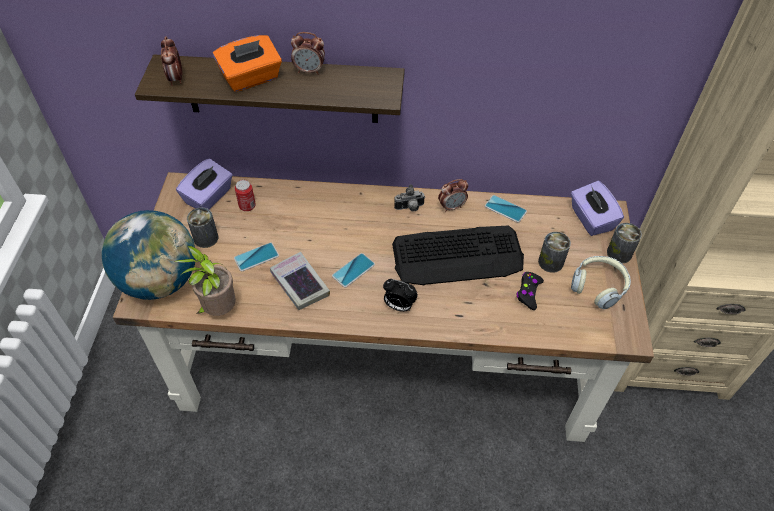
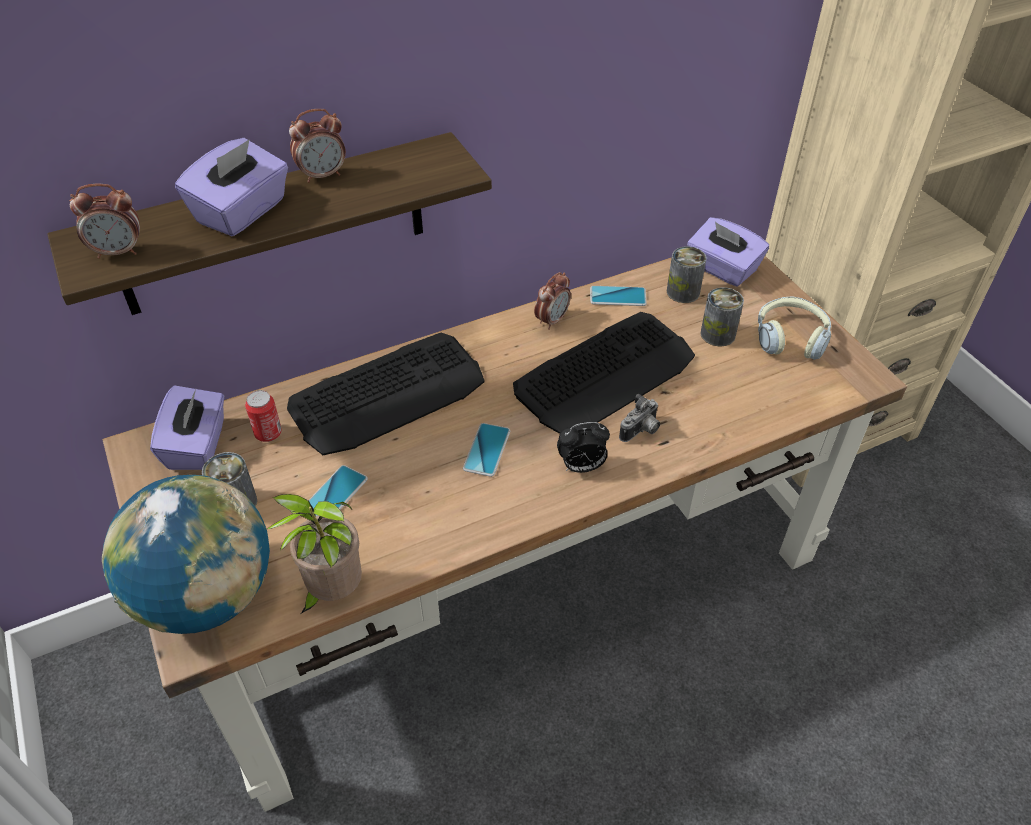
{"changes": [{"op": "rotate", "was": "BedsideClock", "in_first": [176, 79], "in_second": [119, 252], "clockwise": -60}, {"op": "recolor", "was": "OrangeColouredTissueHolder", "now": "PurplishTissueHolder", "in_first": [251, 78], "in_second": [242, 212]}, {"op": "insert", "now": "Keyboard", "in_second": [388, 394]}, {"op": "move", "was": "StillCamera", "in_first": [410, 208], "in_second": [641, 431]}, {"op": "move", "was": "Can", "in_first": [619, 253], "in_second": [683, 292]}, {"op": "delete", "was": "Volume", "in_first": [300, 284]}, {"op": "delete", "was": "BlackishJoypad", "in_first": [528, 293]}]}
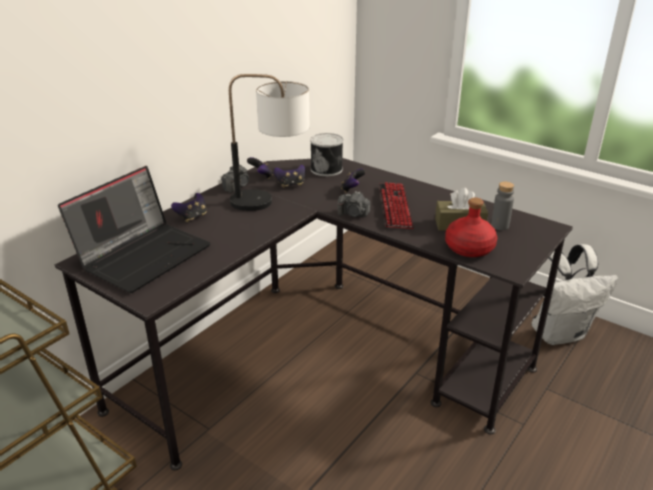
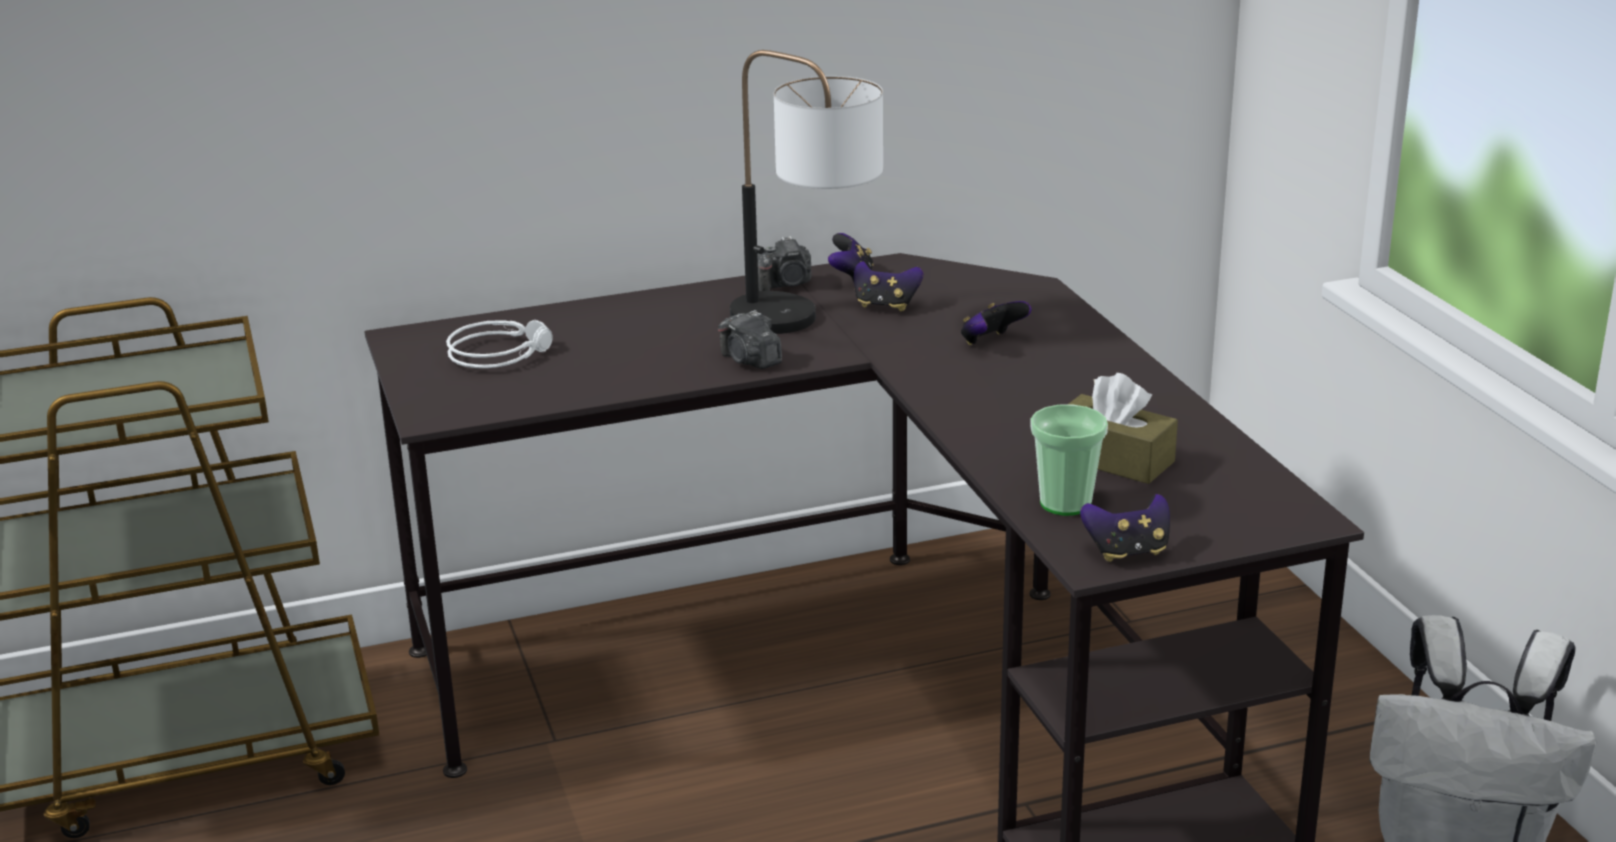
{"changes": [{"op": "replace", "was": "PortableComputer", "now": "WhitishHeadset", "in_first": [144, 255], "in_second": [500, 352]}, {"op": "move", "was": "StillCamera", "in_first": [353, 214], "in_second": [750, 360]}, {"op": "replace", "was": "ReddishDrinkBottle", "now": "SmallCup", "in_first": [470, 248], "in_second": [1065, 503]}, {"op": "move", "was": "Joypad", "in_first": [192, 217], "in_second": [1127, 552]}, {"op": "delete", "was": "Can", "in_first": [327, 169]}, {"op": "delete", "was": "Keyboard", "in_first": [395, 206]}, {"op": "delete", "was": "GreyDrinkBottle", "in_first": [499, 226]}]}
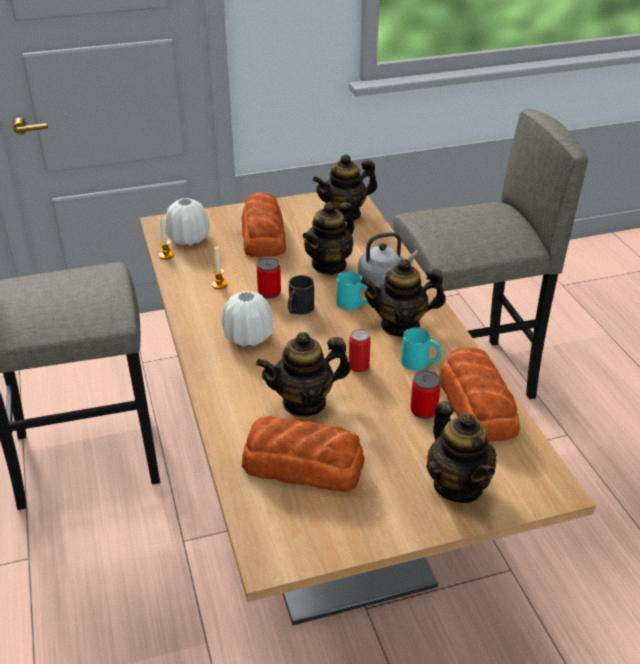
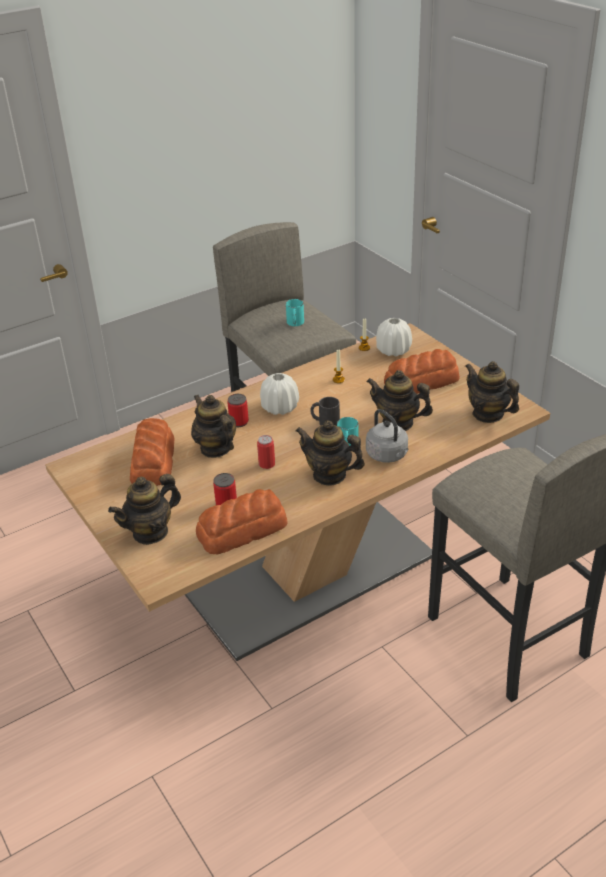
{"changes": [{"op": "move", "was": "Can", "in_first": [269, 292], "in_second": [239, 422]}, {"op": "move", "was": "BlueGreenCoffeeMug", "in_first": [420, 363], "in_second": [295, 323]}, {"op": "rotate", "was": "PotForTea", "in_first": [400, 325], "in_second": [329, 475], "clockwise": -45}]}
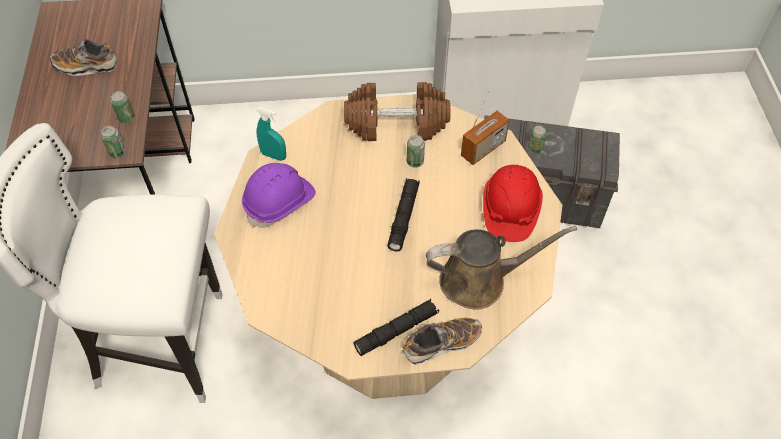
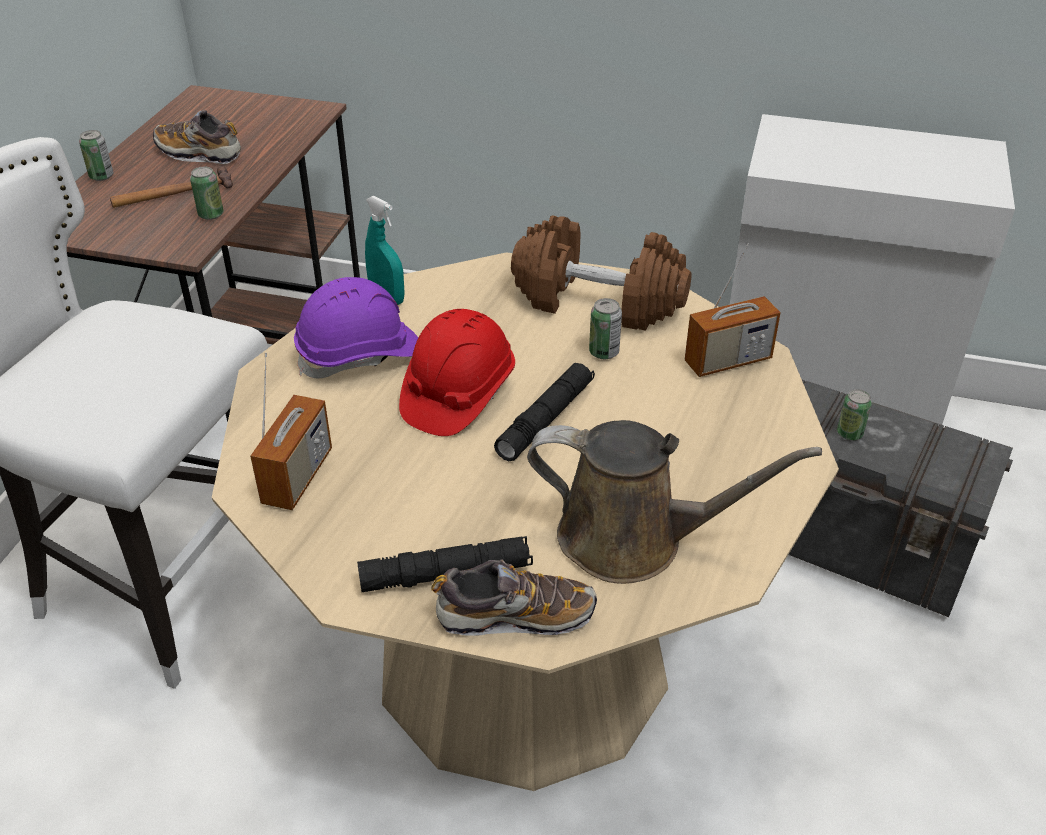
{"changes": [{"op": "move", "was": "Can", "in_first": [117, 152], "in_second": [101, 176]}, {"op": "insert", "now": "Hammer", "in_second": [173, 193]}, {"op": "insert", "now": "RadioSet", "in_second": [298, 477]}, {"op": "move", "was": "ReddishWorkHelmet", "in_first": [509, 210], "in_second": [457, 394]}]}
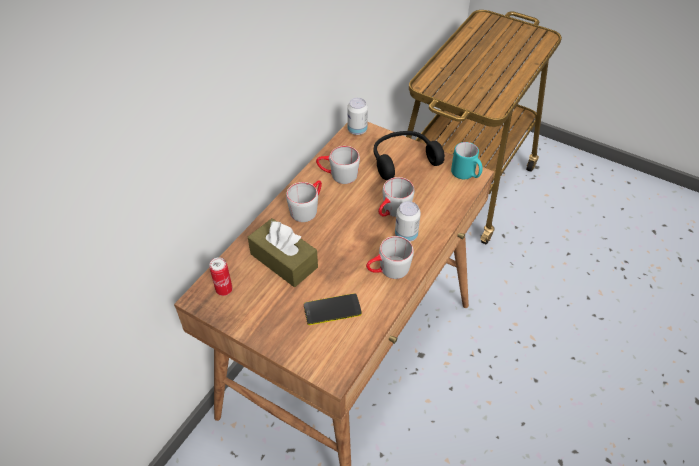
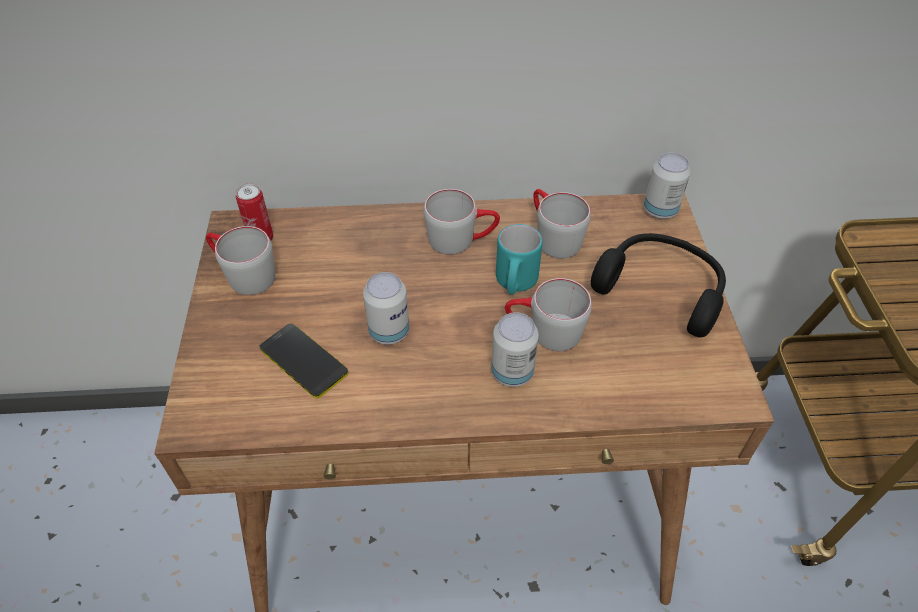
{"changes": [{"op": "move", "was": "GreyCoffeeMug", "in_first": [388, 270], "in_second": [243, 274]}, {"op": "insert", "now": "Can", "in_second": [389, 332]}, {"op": "move", "was": "BlueGreenCoffeeMug", "in_first": [466, 175], "in_second": [515, 284]}, {"op": "delete", "was": "BrownColouredTissueHolder", "in_first": [284, 260]}]}
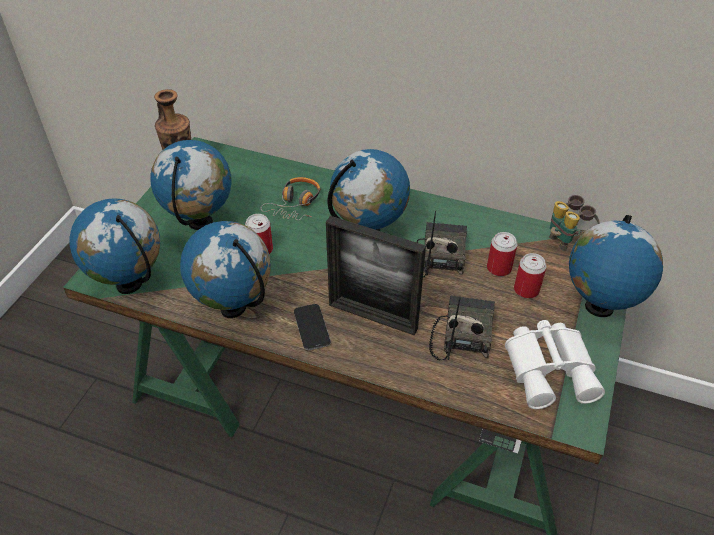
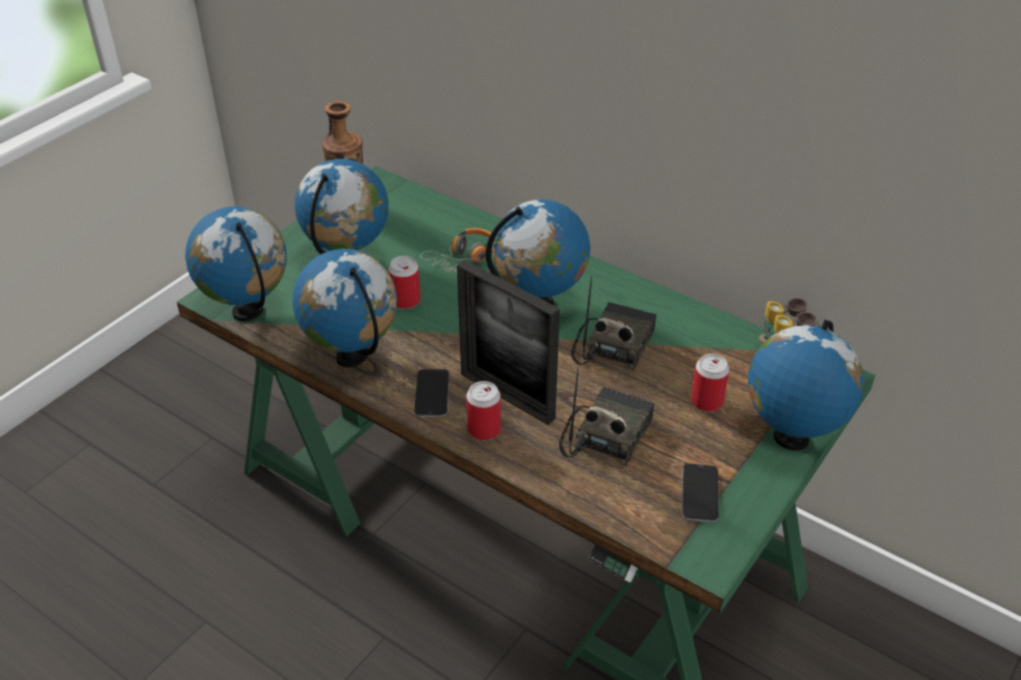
{"changes": [{"op": "move", "was": "Can", "in_first": [499, 268], "in_second": [484, 429]}, {"op": "replace", "was": "WhitishBinoculars", "now": "Handset", "in_first": [551, 369], "in_second": [699, 493]}]}
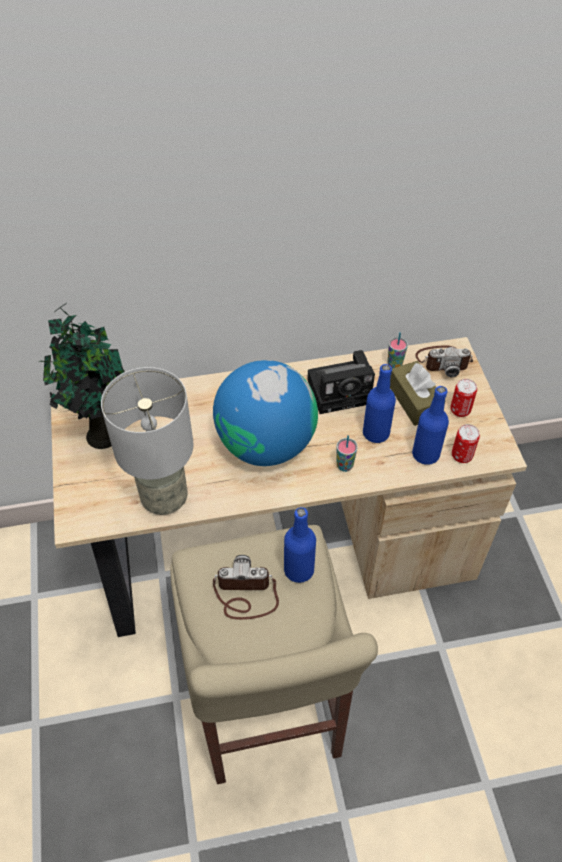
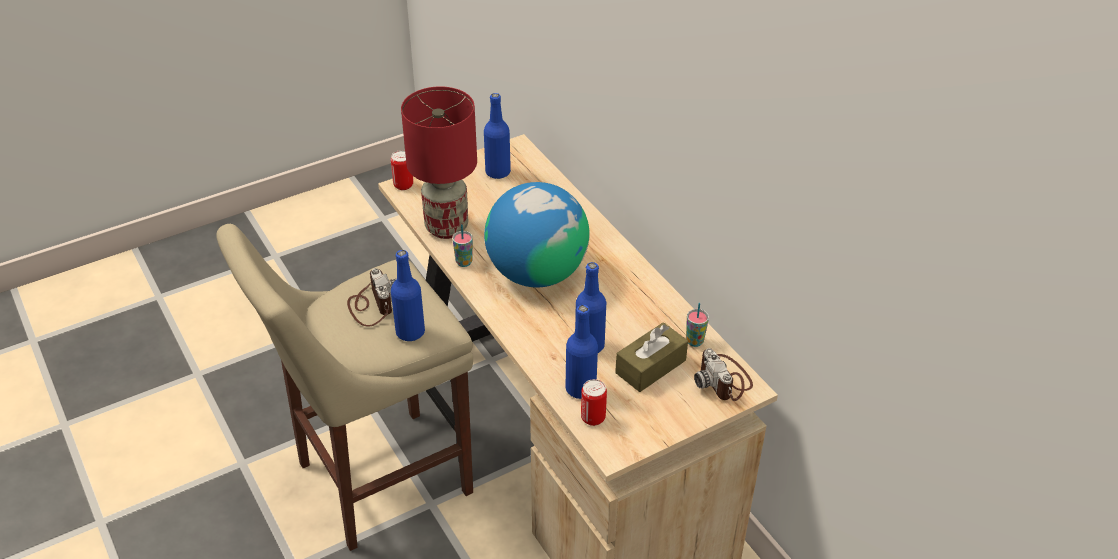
{"changes": [{"op": "move", "was": "Can", "in_first": [460, 410], "in_second": [403, 185]}, {"op": "recolor", "was": "GreyTabletopLamp", "now": "ReddishTabletopLamp", "in_first": [164, 499], "in_second": [445, 227]}, {"op": "move", "was": "SmallCup", "in_first": [344, 466], "in_second": [464, 262]}, {"op": "replace", "was": "PottedPlant", "now": "BlueDrinkBottle", "in_first": [100, 434], "in_second": [498, 172]}, {"op": "delete", "was": "StillCamera", "in_first": [343, 390]}]}
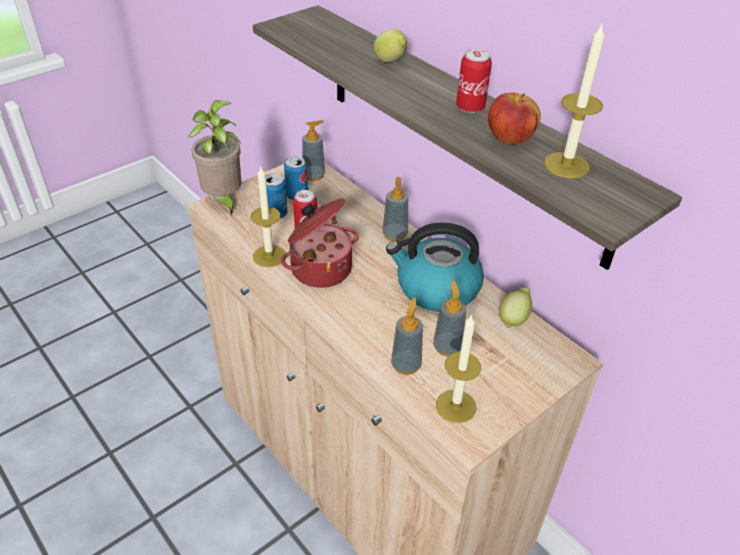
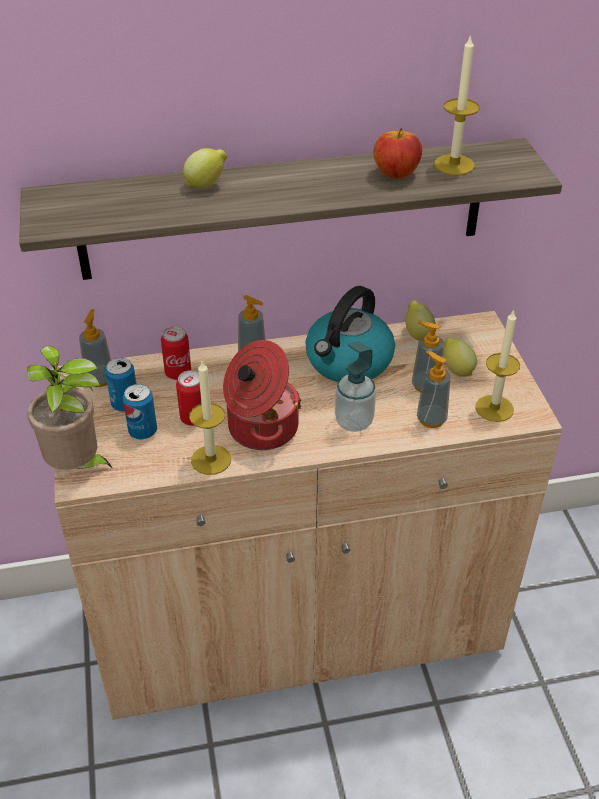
{"changes": [{"op": "move", "was": "Can", "in_first": [470, 107], "in_second": [178, 373]}, {"op": "insert", "now": "SoapBottle", "in_second": [354, 421]}, {"op": "insert", "now": "CitrusFruit", "in_second": [456, 370]}]}
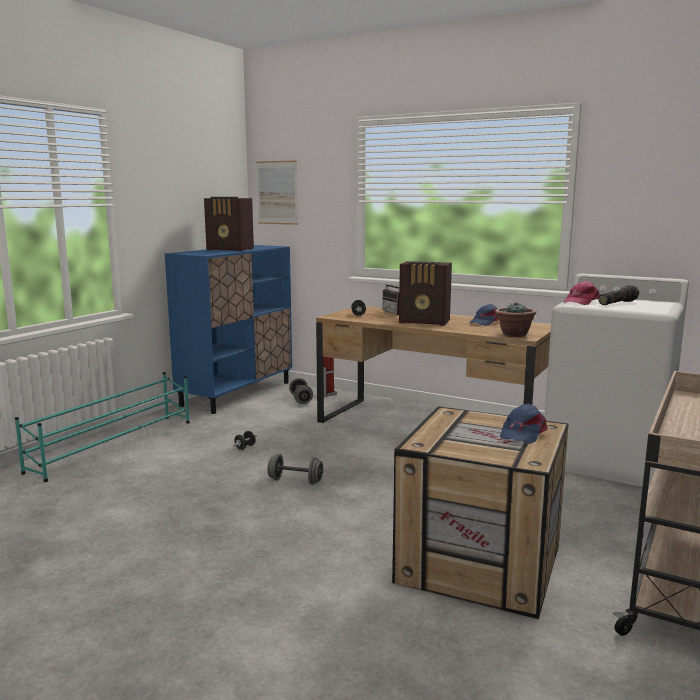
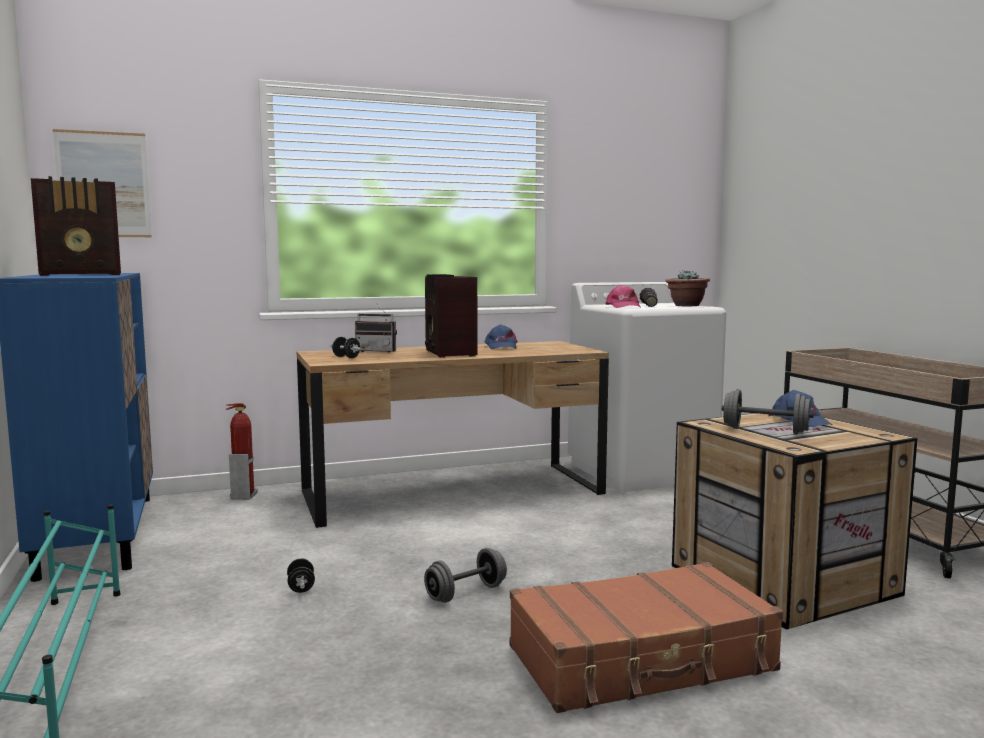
{"changes": [{"op": "rotate", "was": "RadioSet", "in_first": [425, 322], "in_second": [450, 353], "clockwise": 105}, {"op": "insert", "now": "BrownColouredTravelCase", "in_second": [642, 660]}, {"op": "move", "was": "PottedPlant", "in_first": [514, 335], "in_second": [686, 305]}, {"op": "move", "was": "GreyFreeWeight", "in_first": [301, 399], "in_second": [765, 431]}]}
